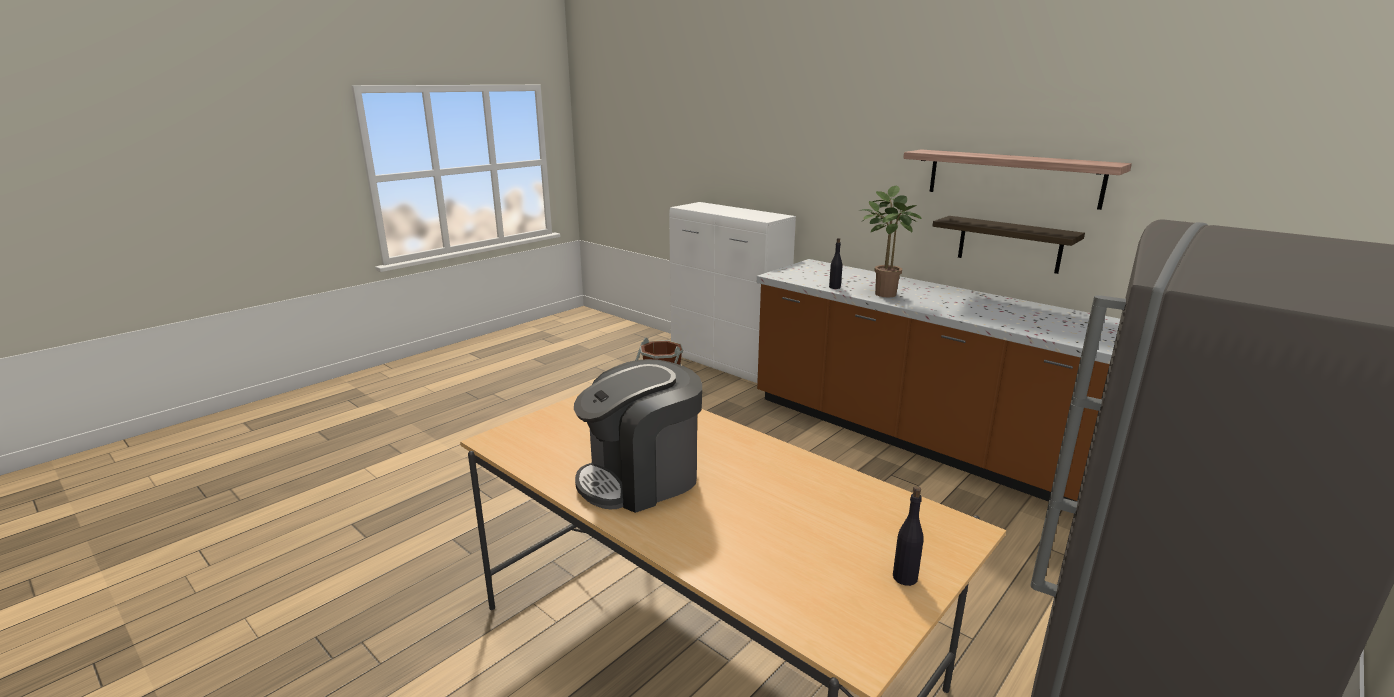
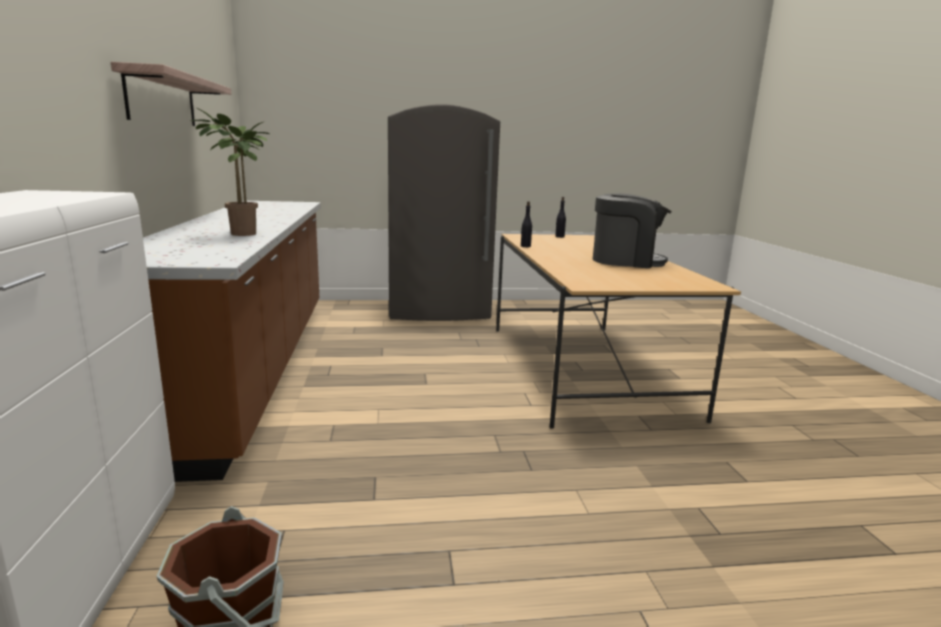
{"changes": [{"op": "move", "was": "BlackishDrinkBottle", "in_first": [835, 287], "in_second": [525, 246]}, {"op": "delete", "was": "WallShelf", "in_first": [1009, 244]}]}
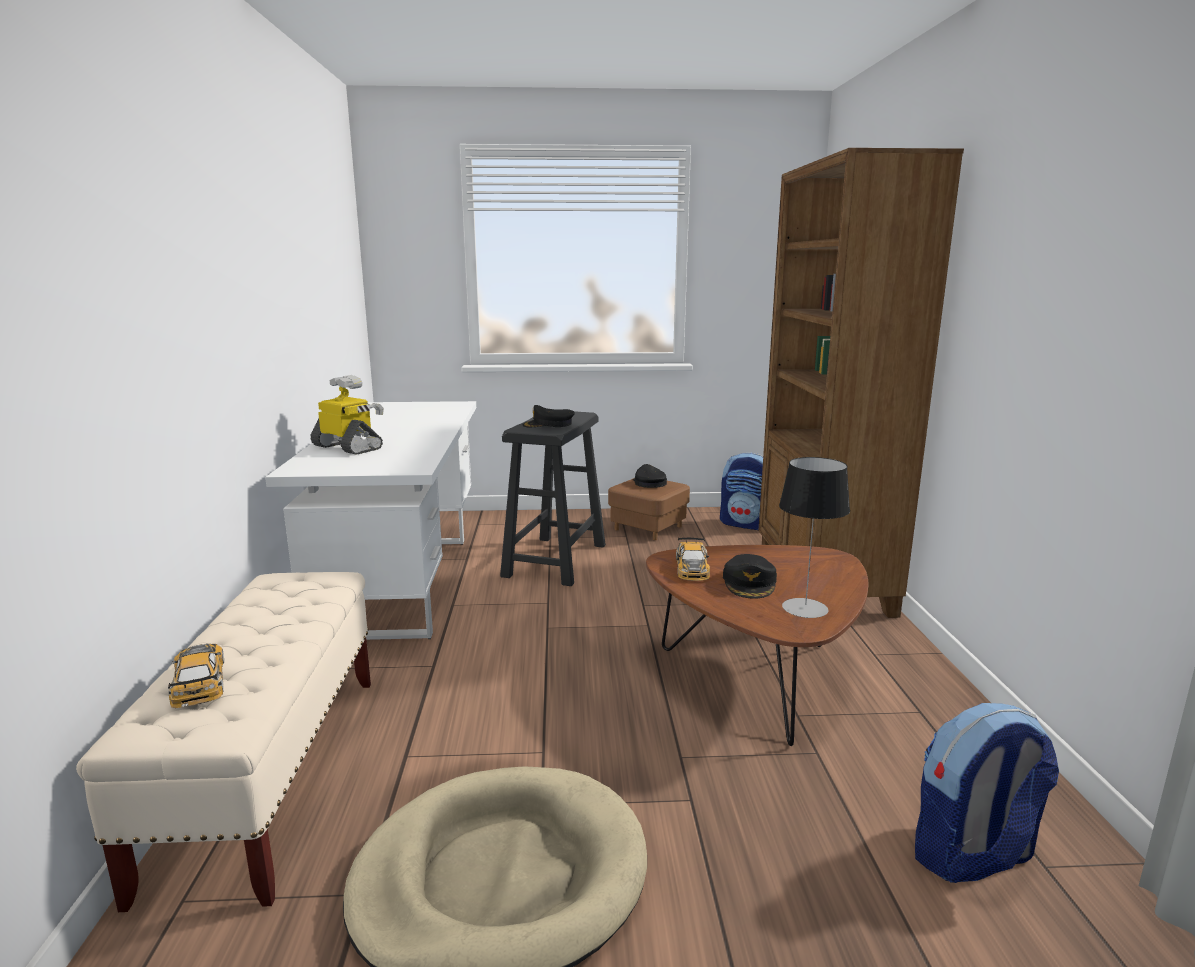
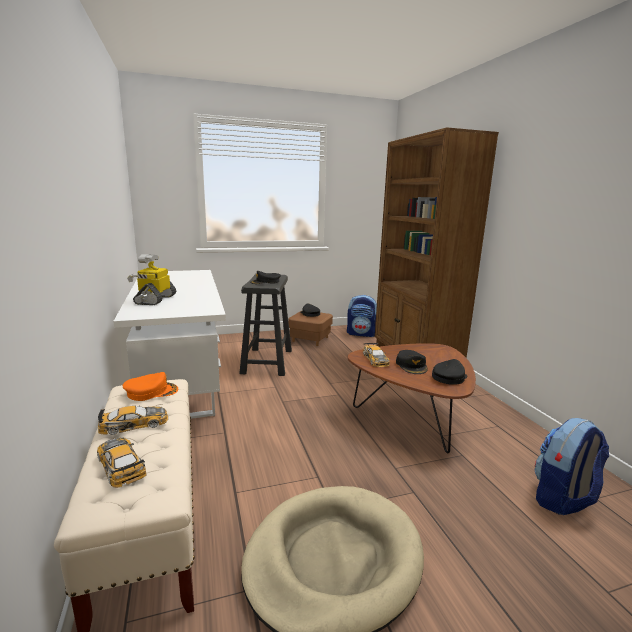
{"changes": [{"op": "insert", "now": "MiniatureCar", "in_second": [134, 424]}, {"op": "insert", "now": "OrangeColouredBaseballCap", "in_second": [151, 392]}, {"op": "rotate", "was": "ModelRobot", "in_first": [349, 447], "in_second": [155, 300], "clockwise": -105}, {"op": "replace", "was": "TabletopLamp", "now": "BlackishBaseballCap", "in_first": [805, 608], "in_second": [449, 377]}]}
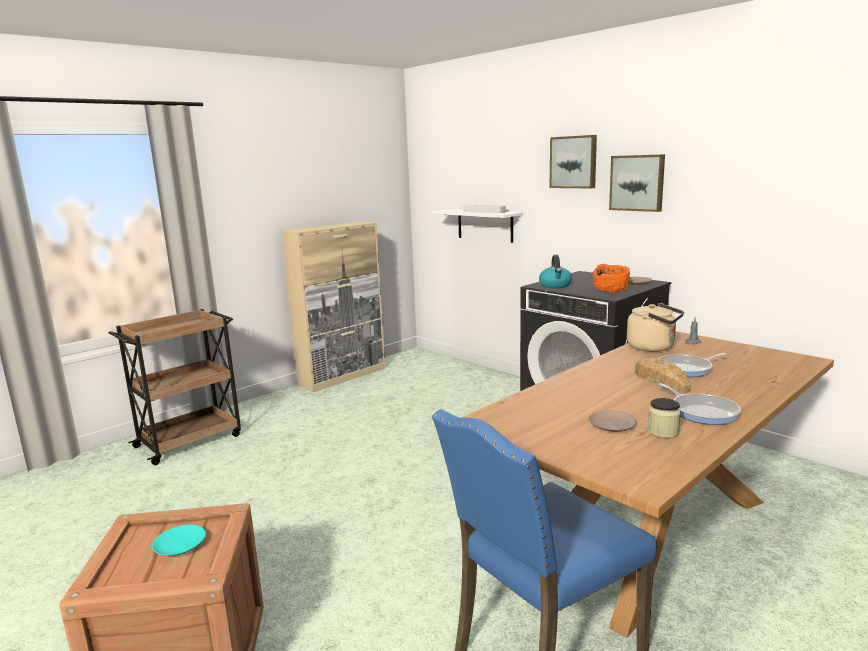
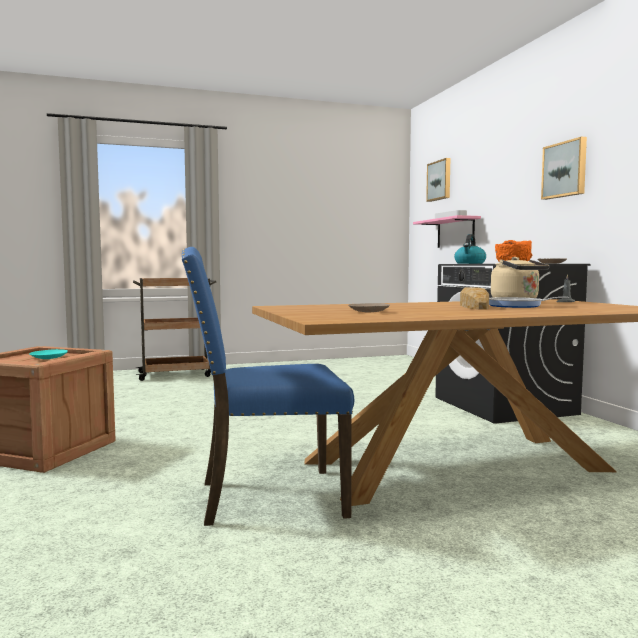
{"changes": [{"op": "recolor", "was": "WhitishWallShelf", "now": "PinkWallShelf", "in_first": [485, 225], "in_second": [455, 233]}, {"op": "move", "was": "WallArt", "in_first": [574, 162], "in_second": [440, 180]}, {"op": "delete", "was": "BeigeCabinet", "in_first": [343, 376]}, {"op": "delete", "was": "StorageJar", "in_first": [663, 432]}, {"op": "delete", "was": "FryingPan", "in_first": [702, 411]}]}
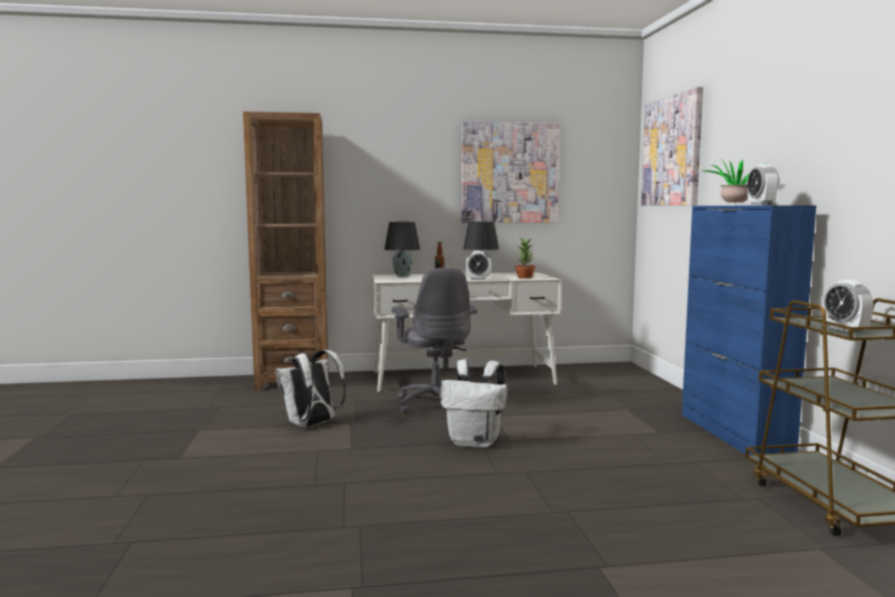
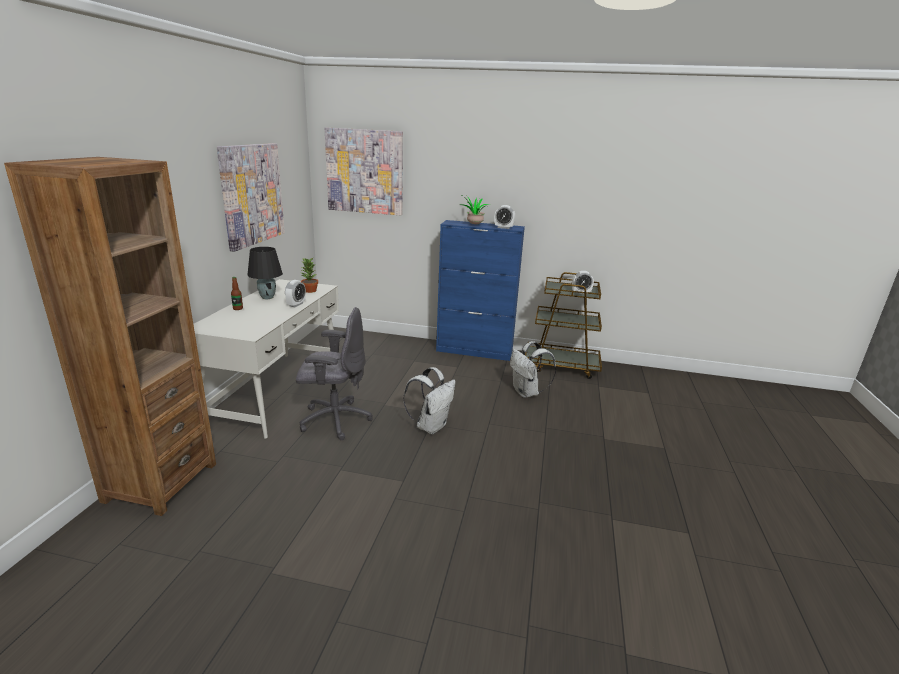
{"changes": [{"op": "move", "was": "WhitishRucksack", "in_first": [311, 425], "in_second": [527, 393]}, {"op": "delete", "was": "BlackishTabletopLamp", "in_first": [402, 275]}]}
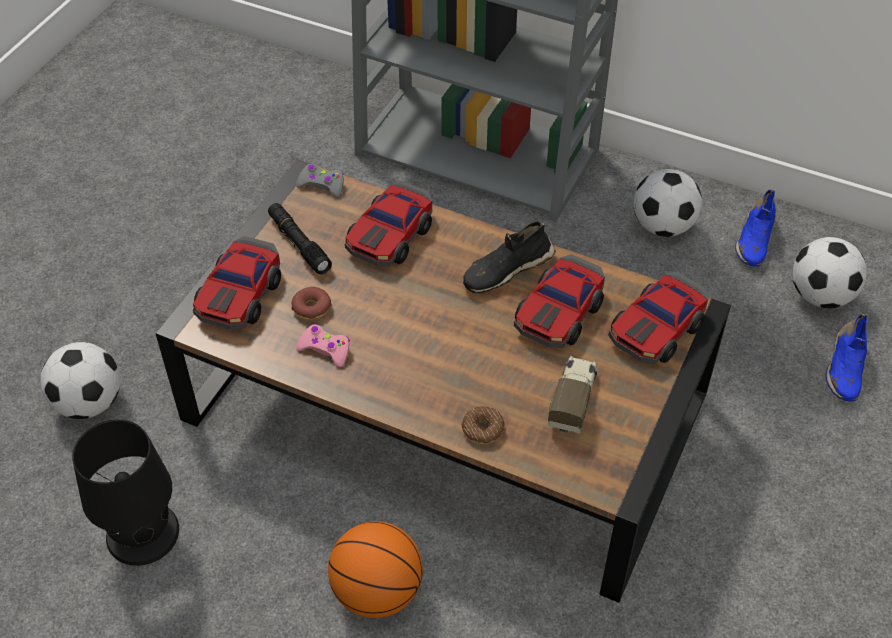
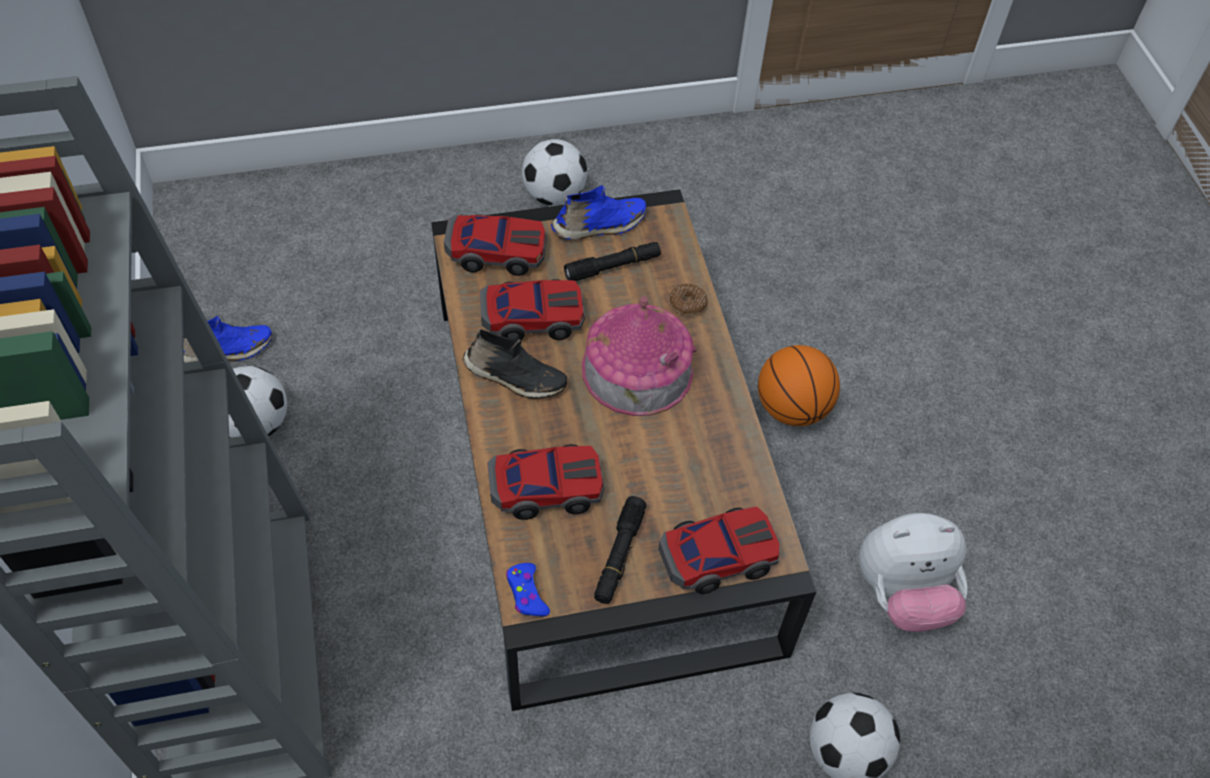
{"changes": [{"op": "recolor", "was": "GreyJoypad", "now": "BlueJoypad", "in_first": [322, 185], "in_second": [526, 594]}, {"op": "move", "was": "FootballBall", "in_first": [820, 296], "in_second": [555, 195]}, {"op": "move", "was": "BlueLowShoe", "in_first": [845, 367], "in_second": [600, 226]}, {"op": "replace", "was": "ModelTruck", "now": "BlackishTorch", "in_first": [572, 400], "in_second": [612, 267]}, {"op": "insert", "now": "ToyHouse", "in_second": [637, 369]}, {"op": "replace", "was": "BlackishTabletopLamp", "now": "SoftToy", "in_first": [142, 534], "in_second": [903, 594]}, {"op": "delete", "was": "Donut", "in_first": [311, 308]}, {"op": "delete", "was": "PinkJoypad", "in_first": [325, 349]}]}
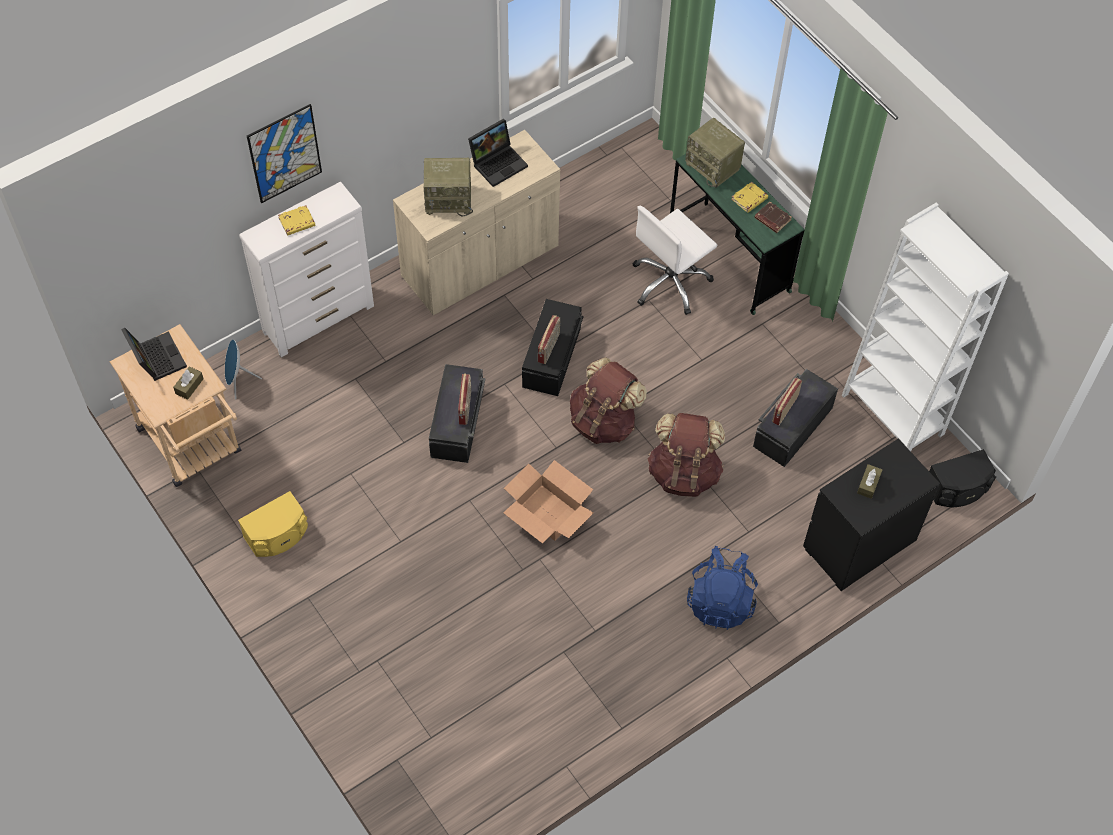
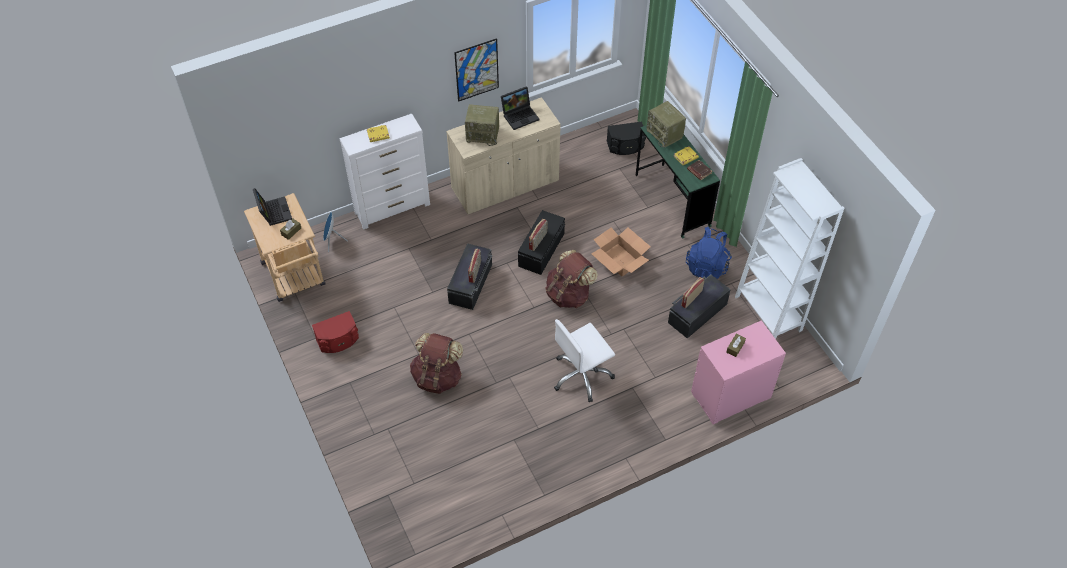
{"changes": [{"op": "recolor", "was": "YellowAudioSpeaker", "now": "ReddishAudioSpeaker", "in_first": [277, 535], "in_second": [338, 340]}, {"op": "move", "was": "BrownColouredRucksack", "in_first": [684, 473], "in_second": [437, 377]}, {"op": "move", "was": "WallArt", "in_first": [284, 153], "in_second": [476, 70]}, {"op": "move", "was": "WhitishComputerChair", "in_first": [670, 283], "in_second": [582, 376]}, {"op": "move", "was": "PackingBox", "in_first": [548, 513], "in_second": [620, 260]}, {"op": "move", "was": "BlackishAudioSpeaker", "in_first": [958, 489], "in_second": [625, 146]}, {"op": "move", "was": "BlueRucksack", "in_first": [720, 601], "in_second": [707, 266]}, {"op": "recolor", "was": "BlackishChestOfDrawers", "now": "PinkChestOfDrawers", "in_first": [858, 544], "in_second": [730, 395]}]}
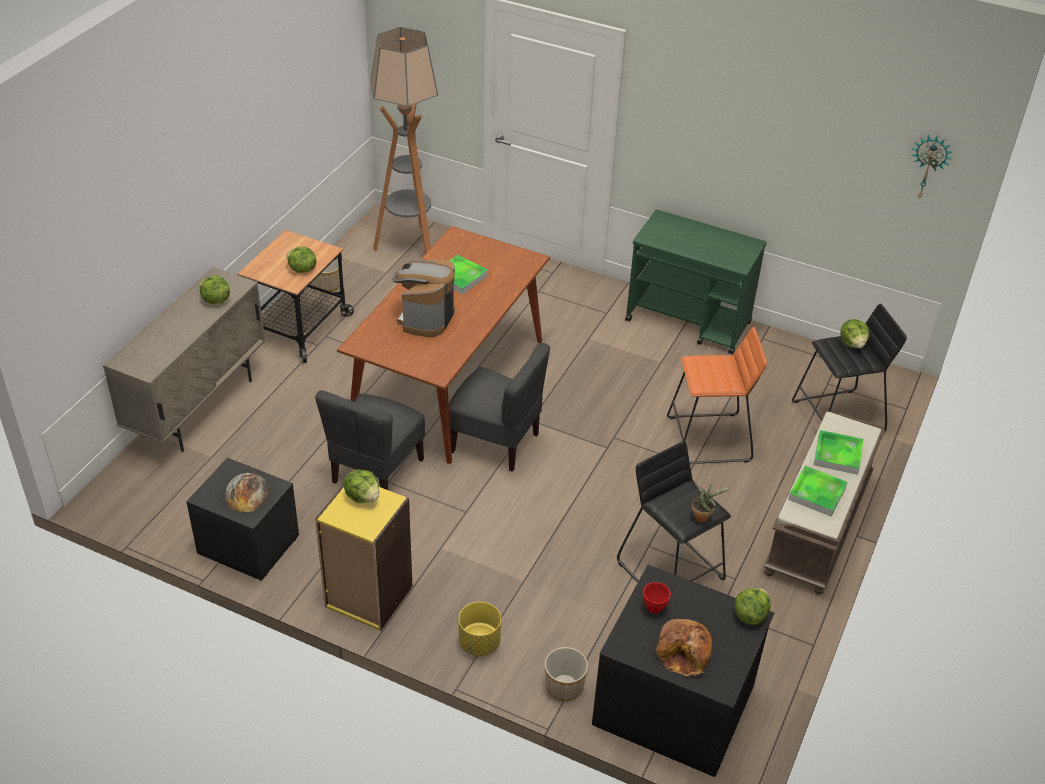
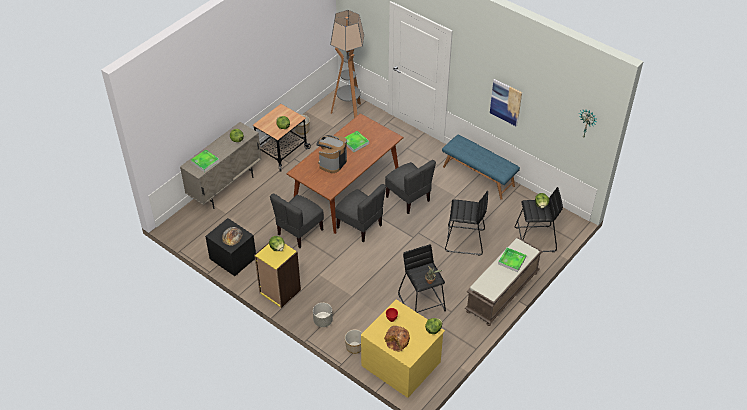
{"changes": [{"op": "move", "was": "CarryingTray", "in_first": [817, 493], "in_second": [205, 162]}, {"op": "recolor", "was": "YellowPlantPot", "now": "GreyPlantPot", "in_first": [479, 643], "in_second": [323, 321]}, {"op": "recolor", "was": "BlackishChestOfDrawers", "now": "YellowChestOfDrawers", "in_first": [675, 703], "in_second": [401, 363]}, {"op": "insert", "now": "GreyPlainChair", "in_second": [408, 198]}, {"op": "replace", "was": "GreenTrolley", "now": "BlueLongSeat", "in_first": [689, 322], "in_second": [478, 176]}, {"op": "recolor", "was": "OrangeColouredStoolSeat", "now": "BlackishStoolSeat", "in_first": [709, 439], "in_second": [465, 241]}, {"op": "insert", "now": "WallArt", "in_second": [506, 102]}]}
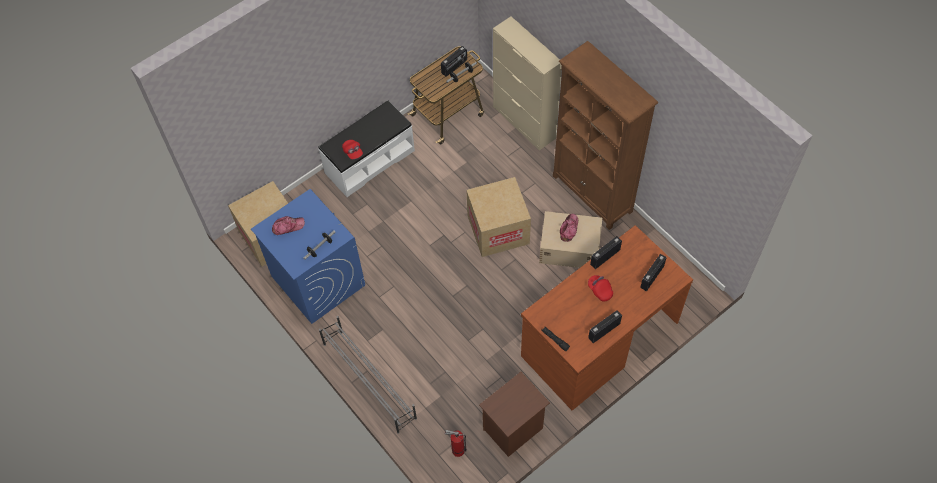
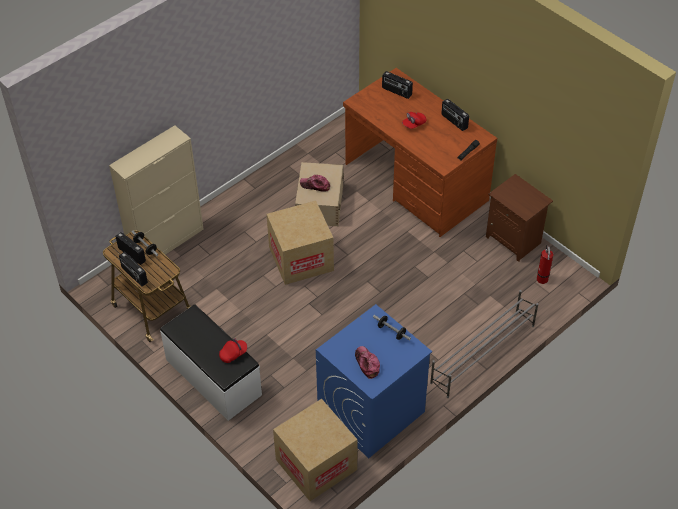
{"changes": [{"op": "move", "was": "RadioSet", "in_first": [604, 257], "in_second": [134, 275]}, {"op": "delete", "was": "BrownColouredShelvingUnit", "in_first": [592, 194]}]}
